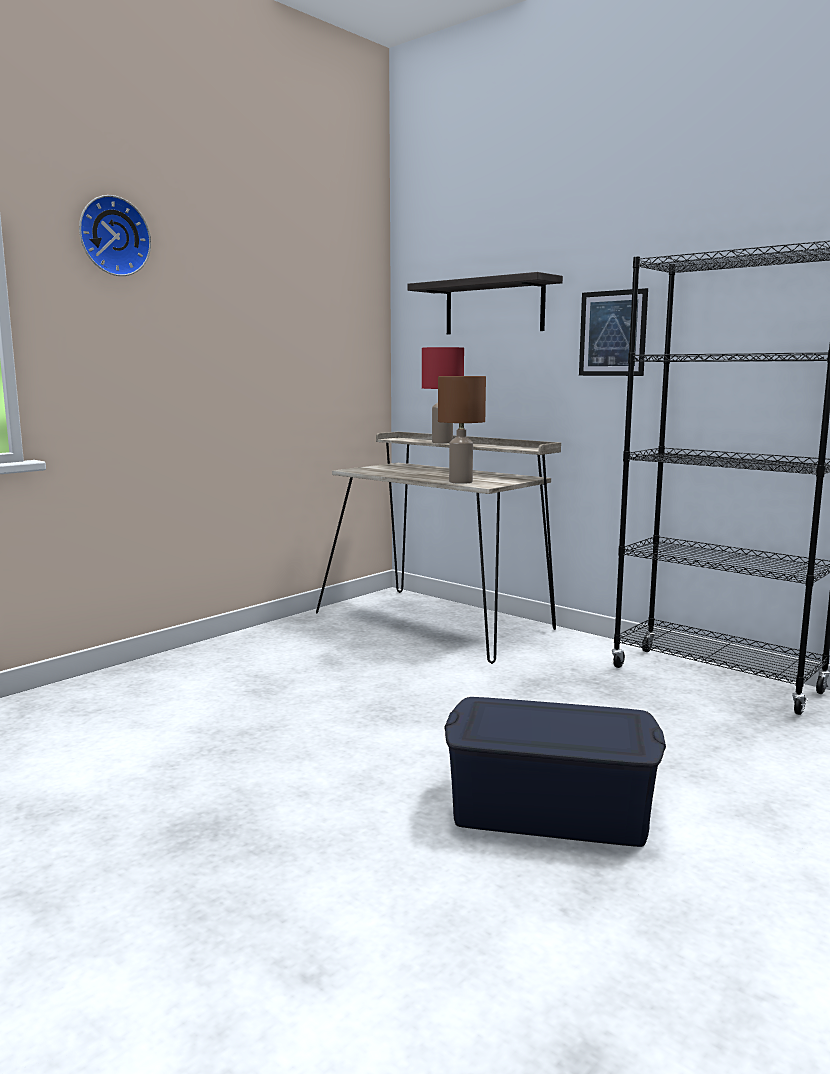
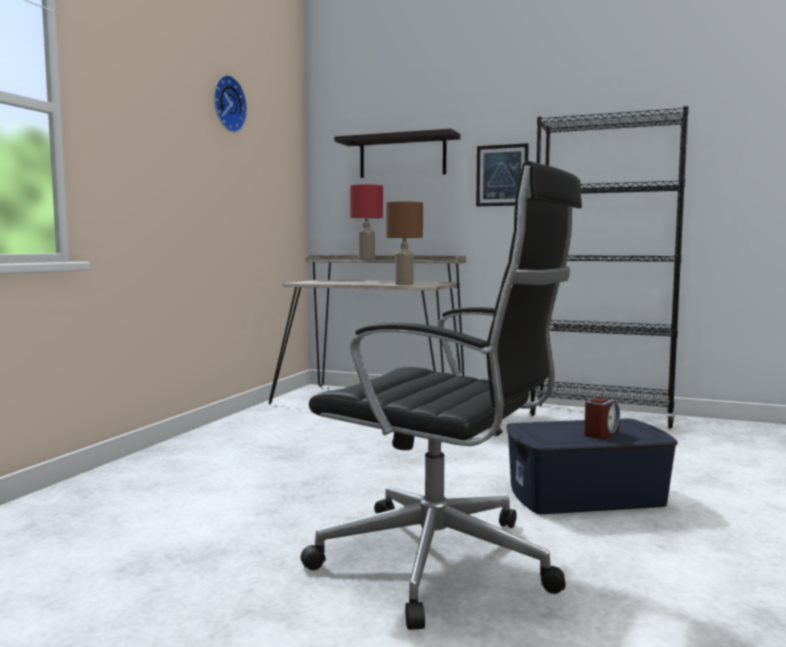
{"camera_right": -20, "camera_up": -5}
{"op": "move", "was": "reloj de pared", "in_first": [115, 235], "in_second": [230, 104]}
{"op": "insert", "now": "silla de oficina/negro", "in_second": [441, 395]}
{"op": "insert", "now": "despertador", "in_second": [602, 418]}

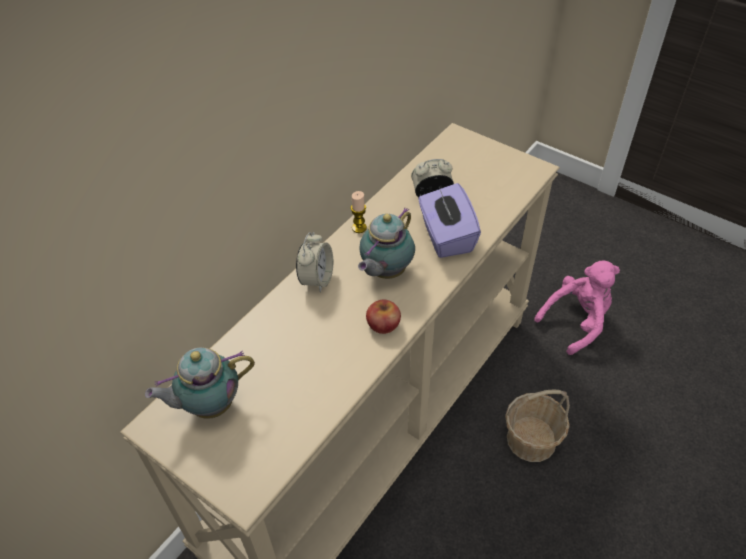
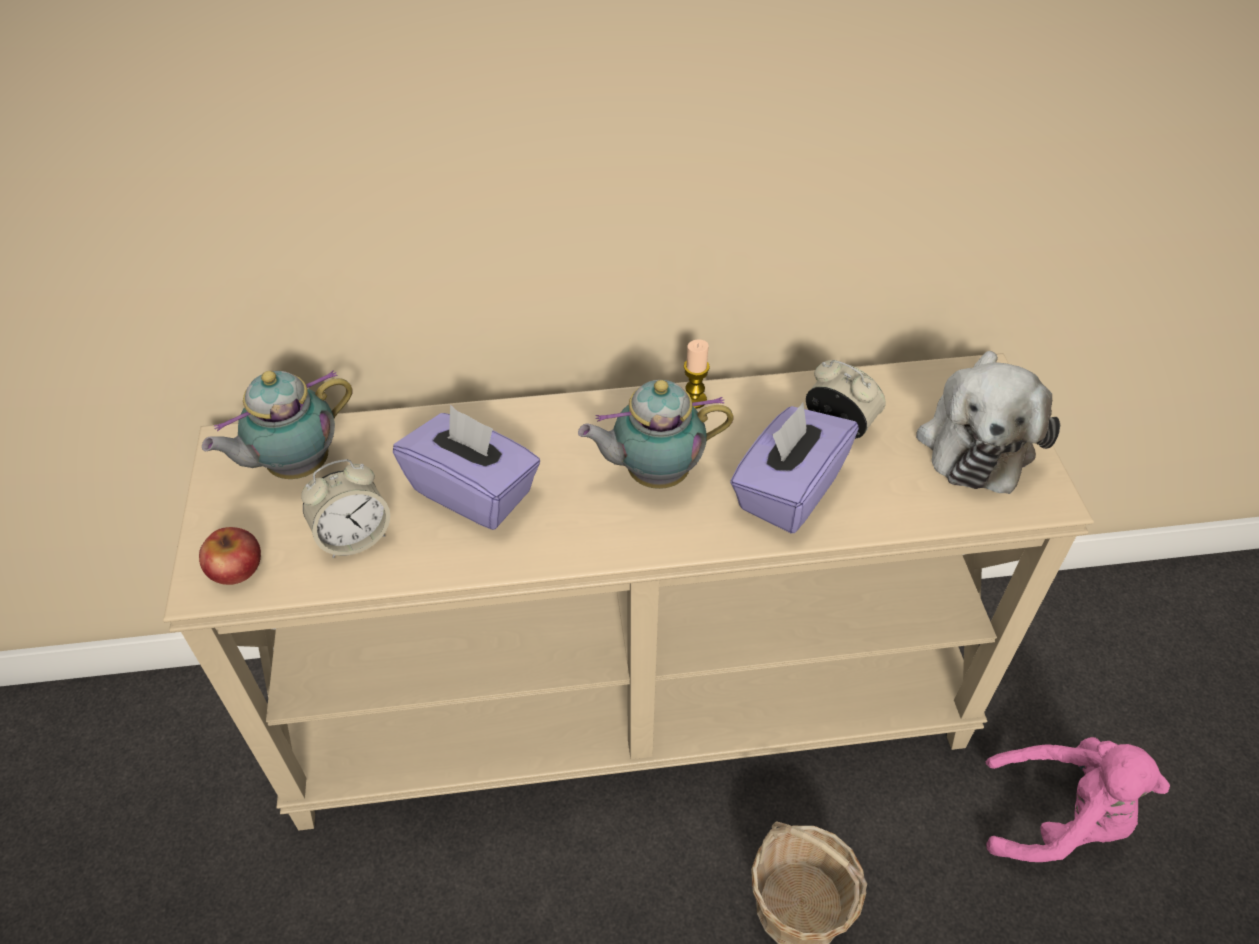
{"camera_right": 45, "camera_up": 0}
{"op": "move", "was": "despertador", "in_first": [314, 262], "in_second": [345, 508]}
{"op": "move", "was": "manzana", "in_first": [383, 316], "in_second": [230, 556]}
{"op": "rotate", "was": "tetera", "in_first": [200, 383], "in_second": [277, 424], "clockwise": -60}
{"op": "insert", "now": "peluche", "in_second": [988, 422]}
{"op": "insert", "now": "caja de pañuelos/morado", "in_second": [466, 467]}

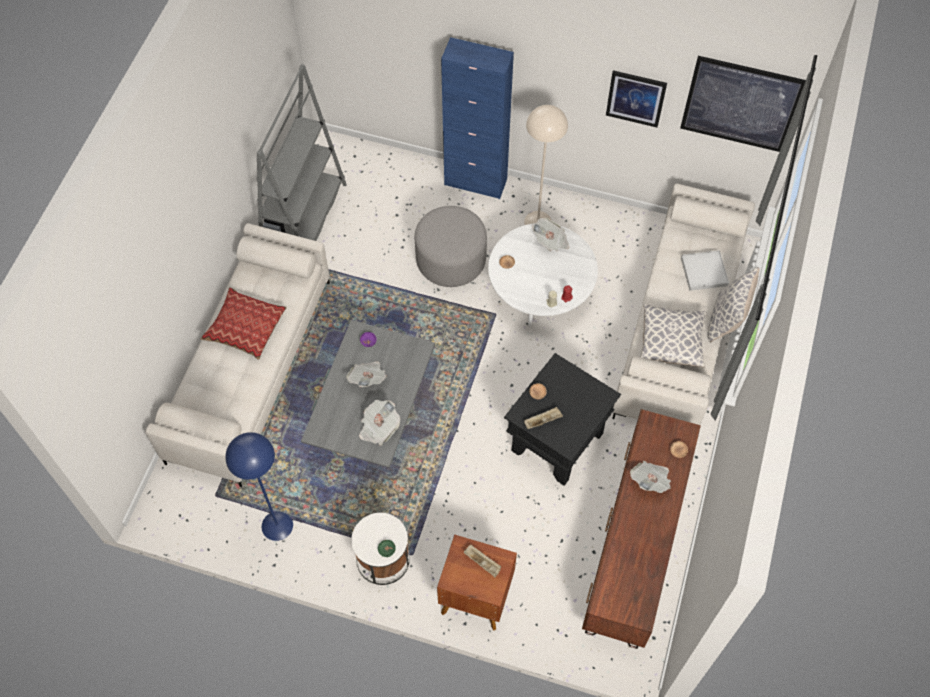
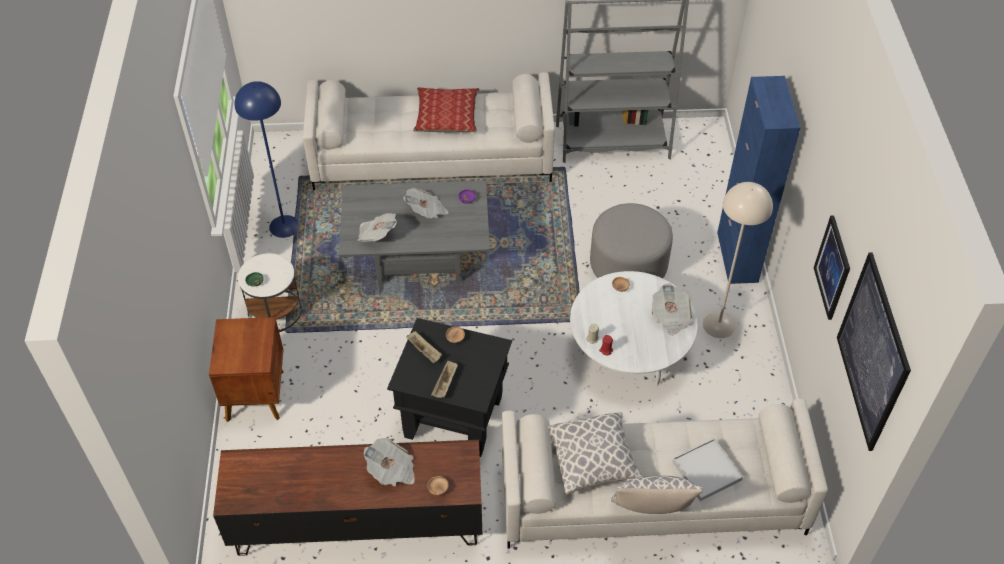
{"camera_right": 70, "camera_up": -10}
{"op": "move", "was": "bandeja/beis", "in_first": [482, 561], "in_second": [444, 379]}

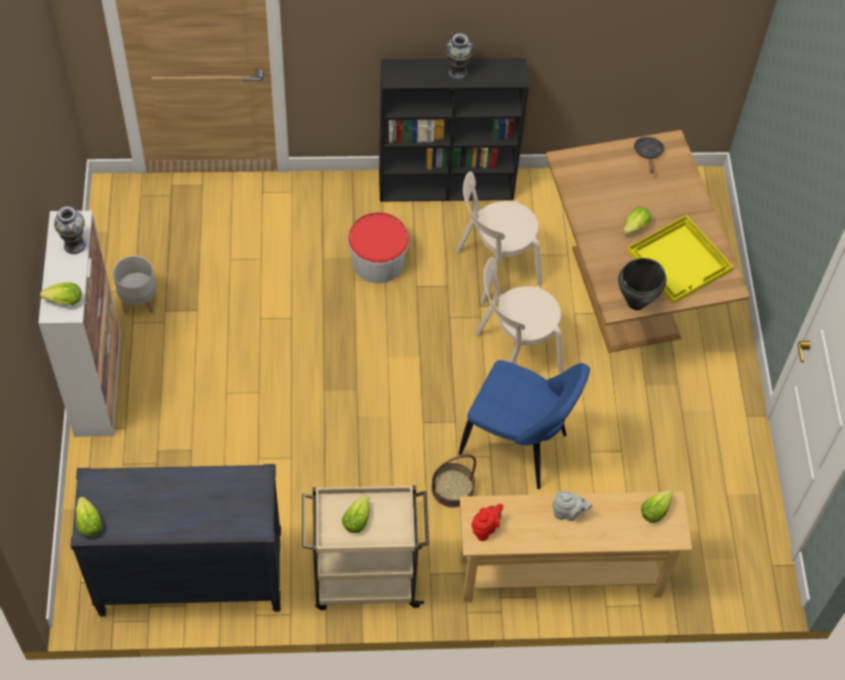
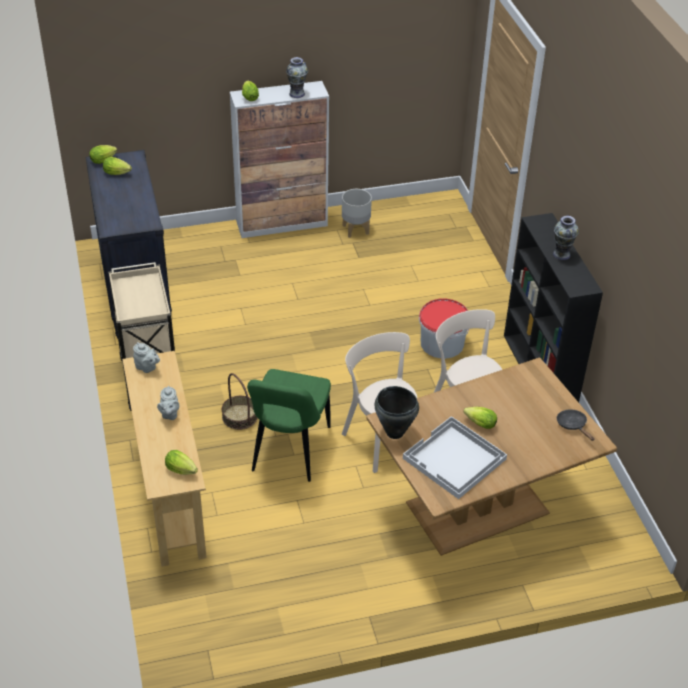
{"camera_right": 80, "camera_up": -15}
{"op": "rotate", "was": "sartén/negro", "in_first": [649, 155], "in_second": [576, 425], "clockwise": -105}
{"op": "recolor", "was": "bandeja/amarillo", "now": "bandeja/blanco", "in_first": [680, 259], "in_second": [455, 457]}
{"op": "recolor", "was": "silla/azul", "now": "silla/verde", "in_first": [524, 424], "in_second": [289, 425]}
{"op": "move", "was": "lechuga", "in_first": [355, 514], "in_second": [117, 166]}
{"op": "recolor", "was": "tetera/rojo", "now": "tetera/gris", "in_first": [488, 522], "in_second": [146, 357]}

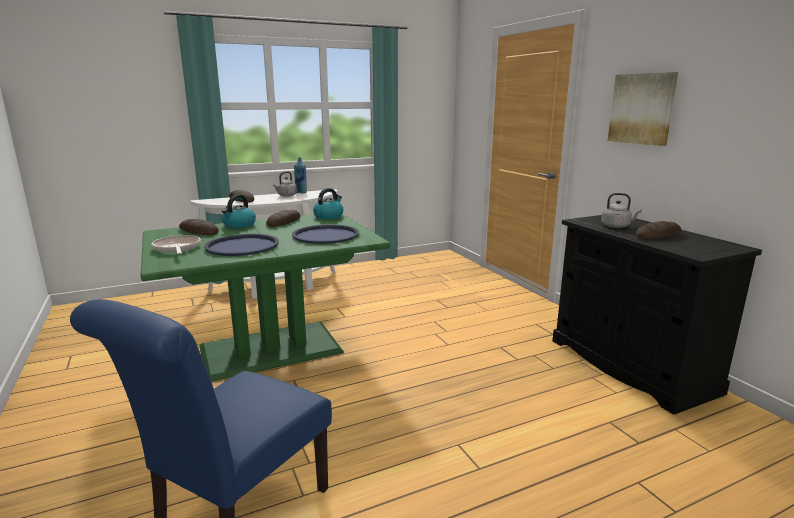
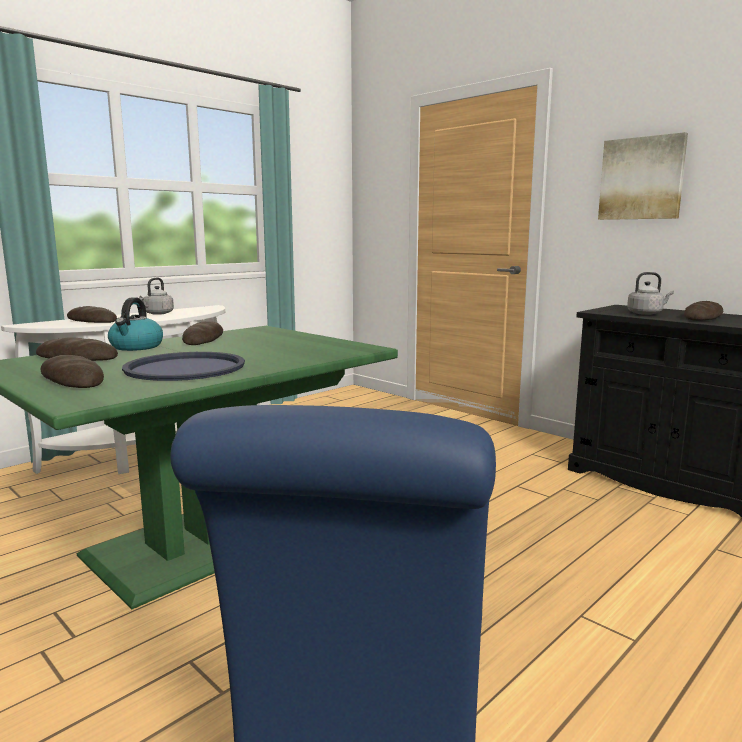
{"camera_right": -20, "camera_up": -5}
{"op": "delete", "was": "botella/azul", "in_first": [300, 175]}
{"op": "delete", "was": "hervidor", "in_first": [328, 203]}
{"op": "delete", "was": "bandeja/azul", "in_first": [325, 234]}
{"op": "replace", "was": "sartén", "now": "pan", "in_first": [176, 244], "in_second": [72, 371]}

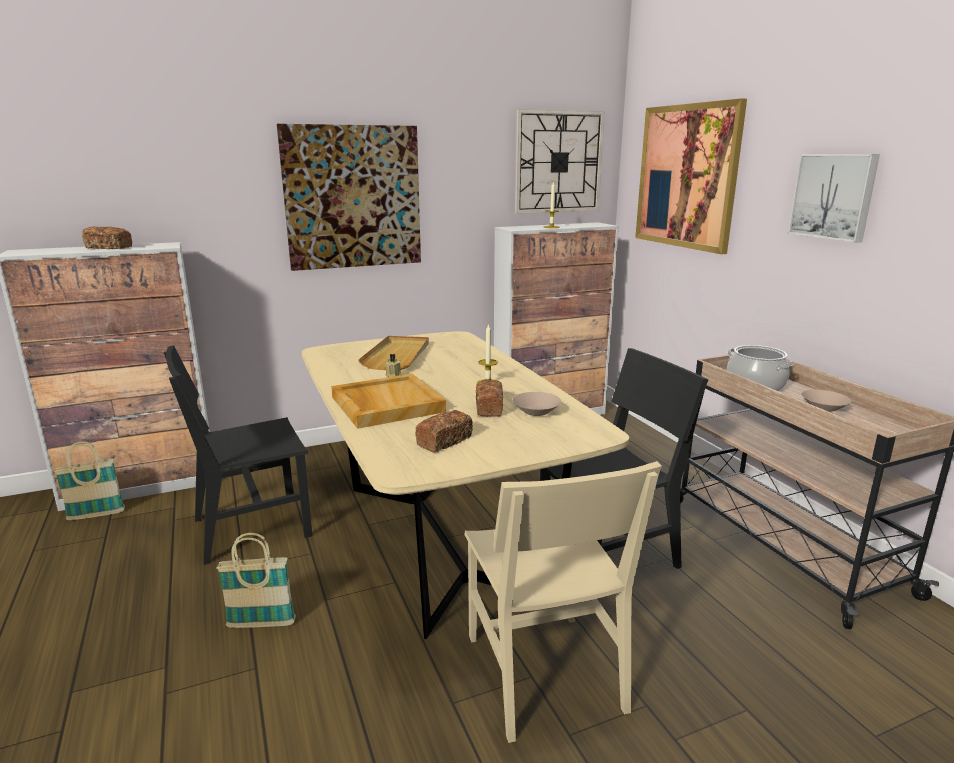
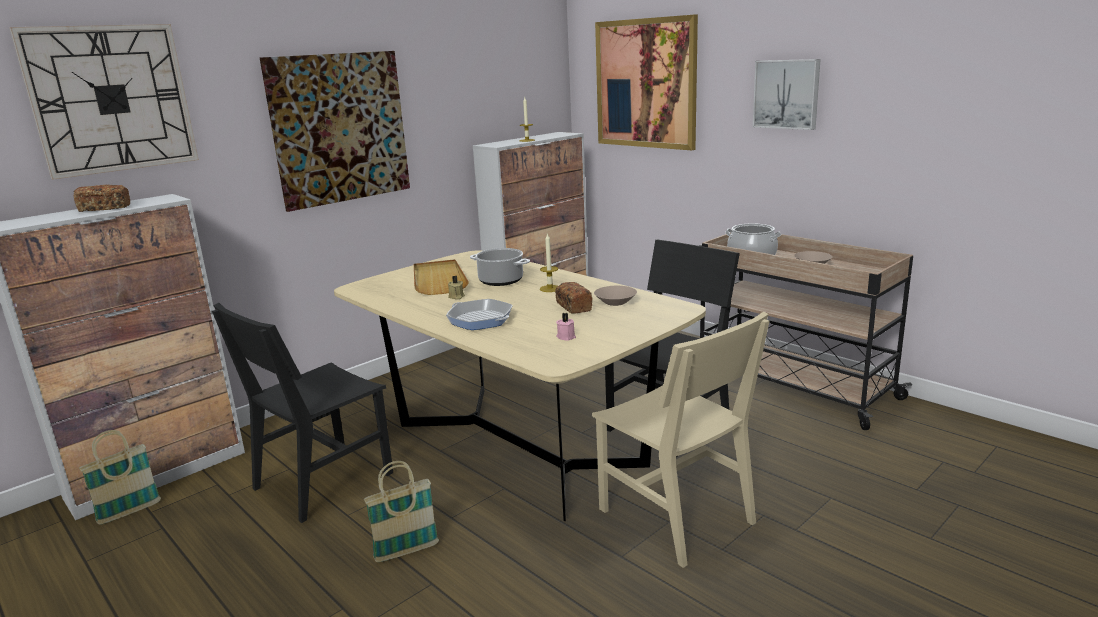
{"camera_right": -20, "camera_up": 0}
{"op": "move", "was": "reloj de pared", "in_first": [560, 161], "in_second": [104, 102]}
{"op": "replace", "was": "bandeja/beis", "now": "sartén", "in_first": [388, 401], "in_second": [479, 314]}
{"op": "replace", "was": "pan", "now": "vela/rosa", "in_first": [444, 431], "in_second": [566, 327]}
{"op": "insert", "now": "olla", "in_second": [500, 267]}

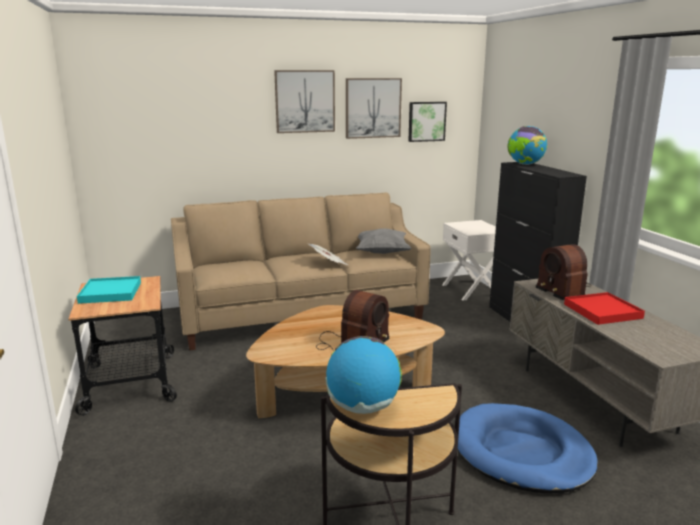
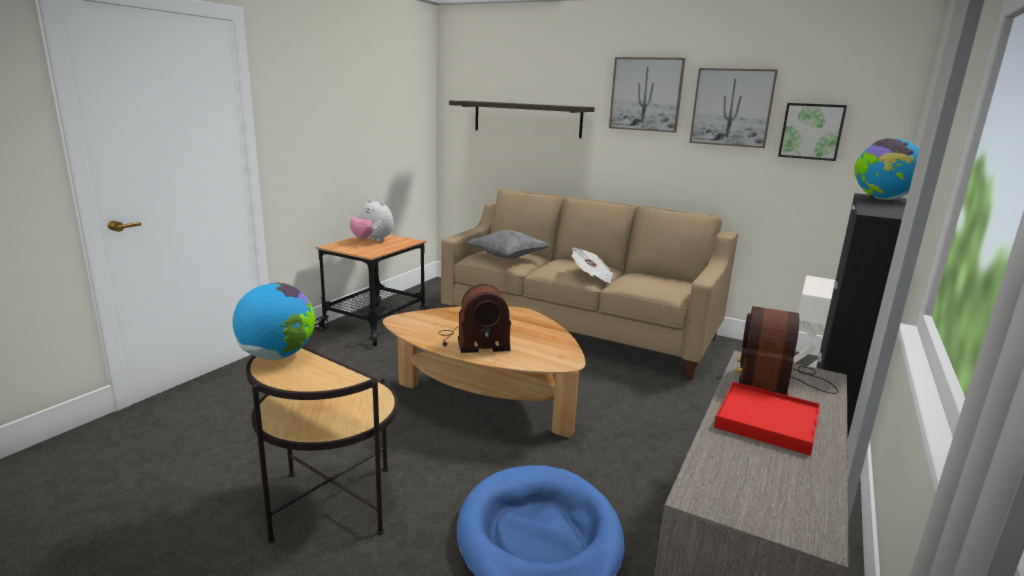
{"camera_right": 45, "camera_up": 0}
{"op": "move", "was": "cojín/gris", "in_first": [383, 241], "in_second": [509, 244]}
{"op": "replace", "was": "bandeja/turquesa", "now": "peluche", "in_first": [109, 290], "in_second": [372, 220]}
{"op": "insert", "now": "estante", "in_second": [522, 119]}

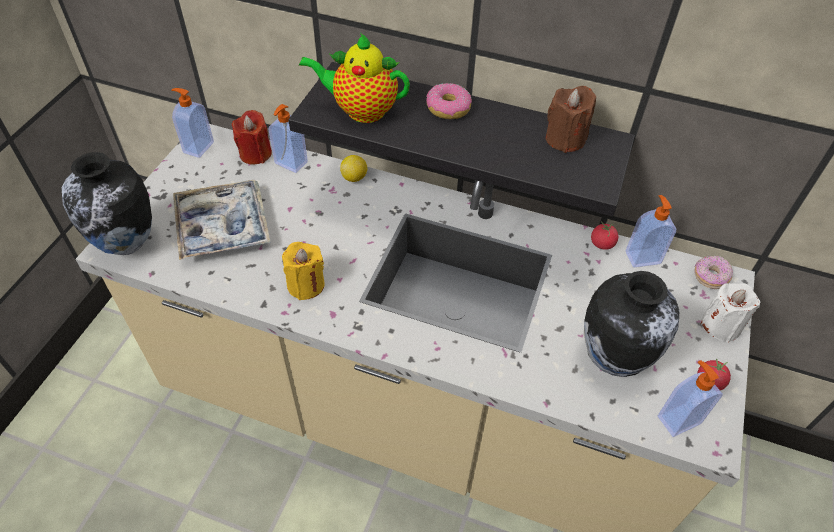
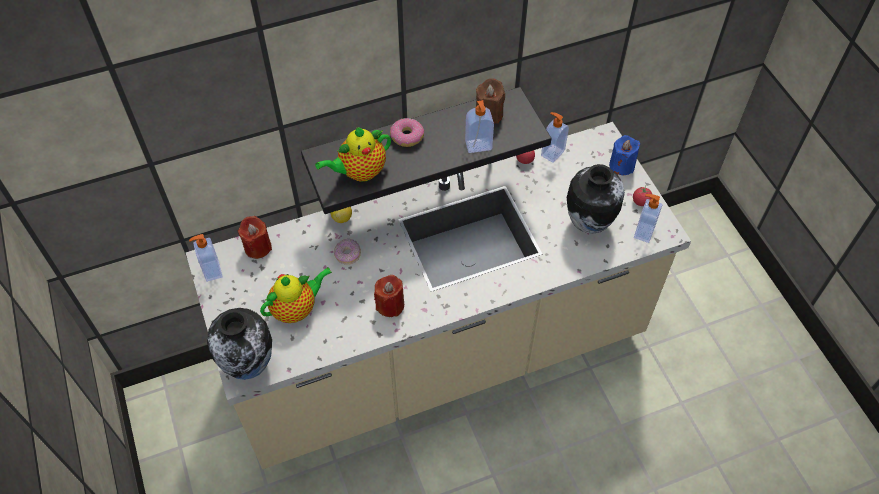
{"camera_right": -40, "camera_up": 5}
{"op": "move", "was": "dispensador de jabón", "in_first": [288, 138], "in_second": [479, 126]}
{"op": "replace", "was": "bandeja", "now": "tetera", "in_first": [222, 220], "in_second": [296, 295]}
{"op": "recolor", "was": "vela/amarillo", "now": "vela/rojo", "in_first": [303, 271], "in_second": [389, 296]}
{"op": "move", "was": "rosquilla", "in_first": [713, 272], "in_second": [347, 251]}
{"op": "recolor", "was": "vela/blanco", "now": "vela/azul", "in_first": [730, 312], "in_second": [624, 155]}

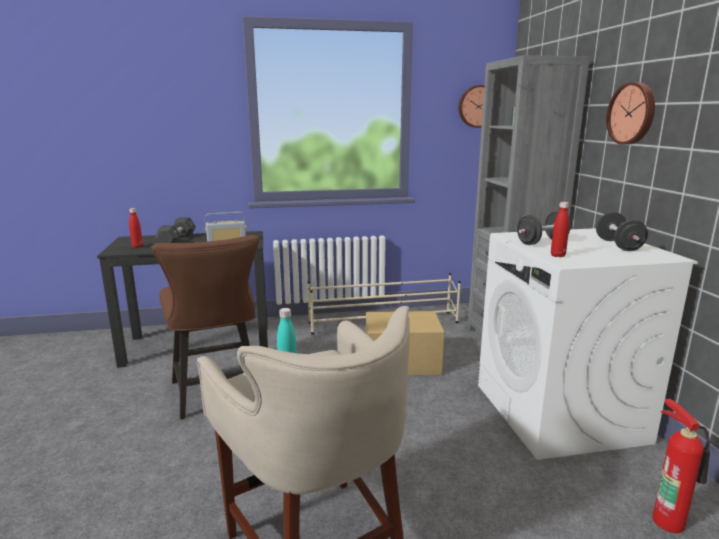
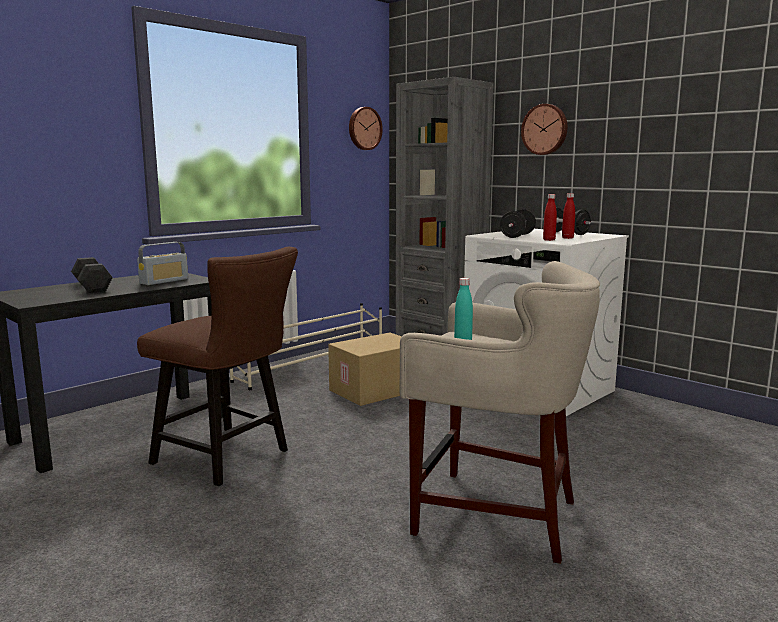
{"camera_right": -35, "camera_up": -5}
{"op": "move", "was": "botella/rojo", "in_first": [136, 228], "in_second": [568, 216]}
{"op": "delete", "was": "extintor", "in_first": [681, 466]}

